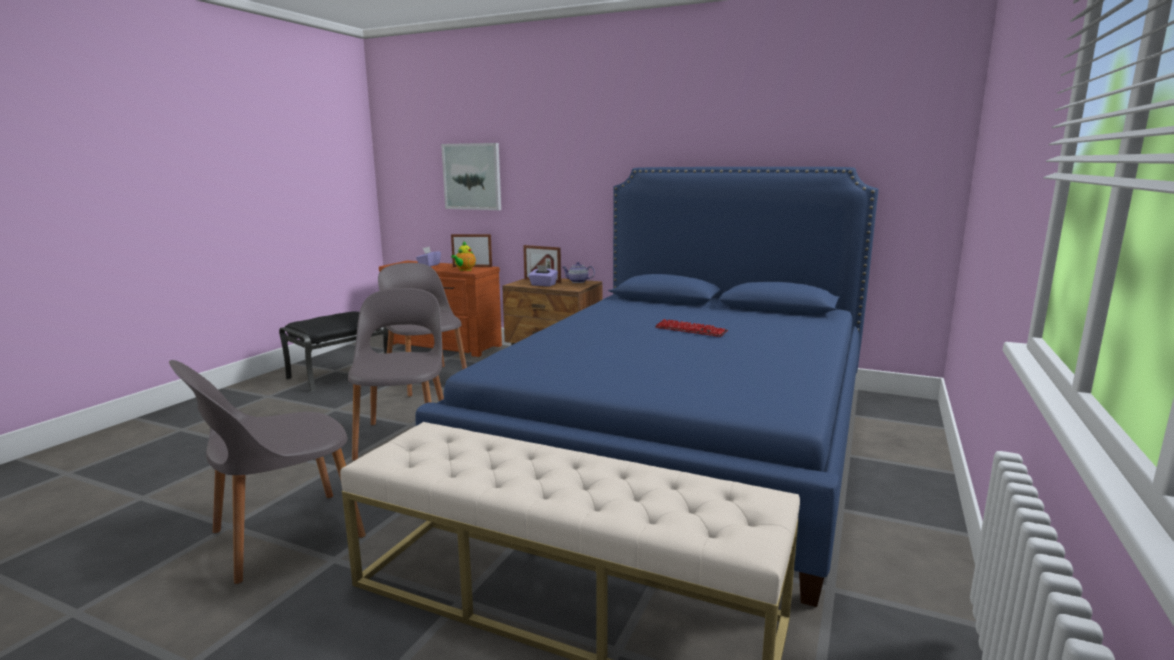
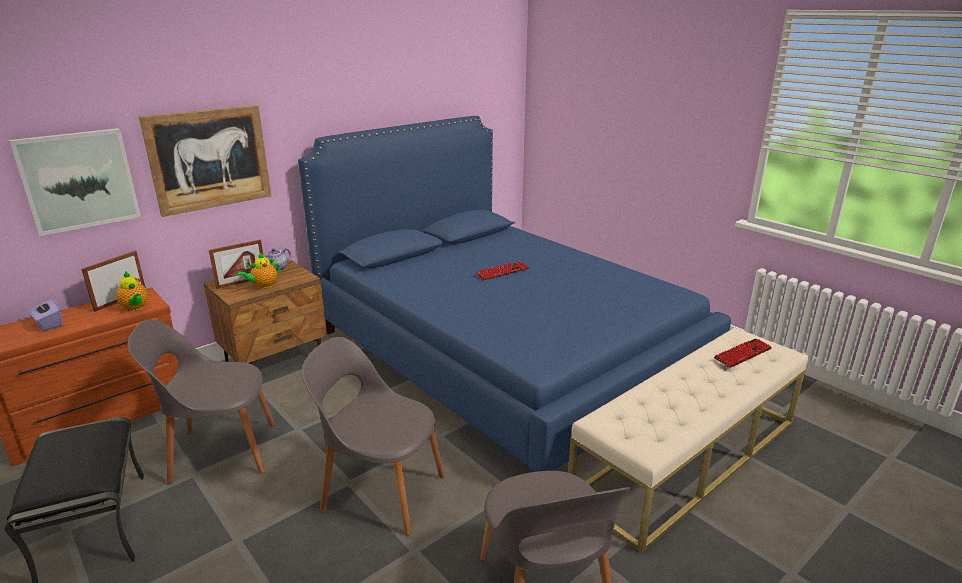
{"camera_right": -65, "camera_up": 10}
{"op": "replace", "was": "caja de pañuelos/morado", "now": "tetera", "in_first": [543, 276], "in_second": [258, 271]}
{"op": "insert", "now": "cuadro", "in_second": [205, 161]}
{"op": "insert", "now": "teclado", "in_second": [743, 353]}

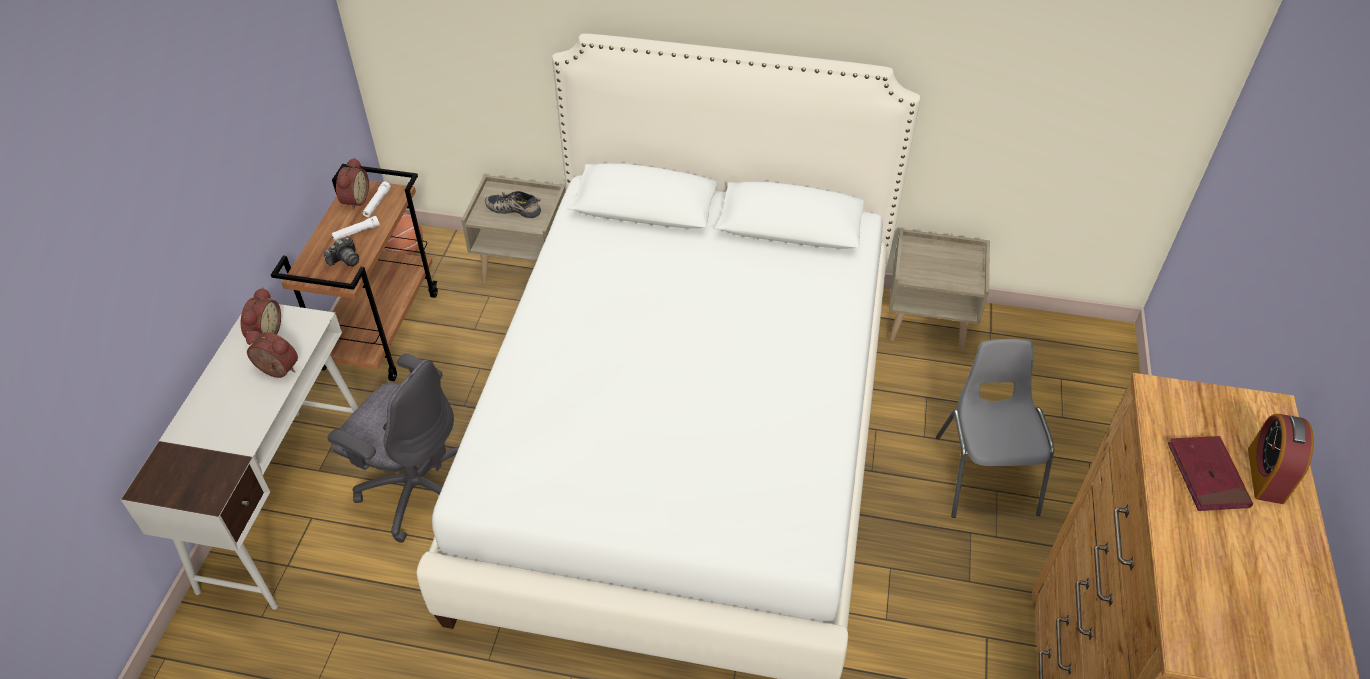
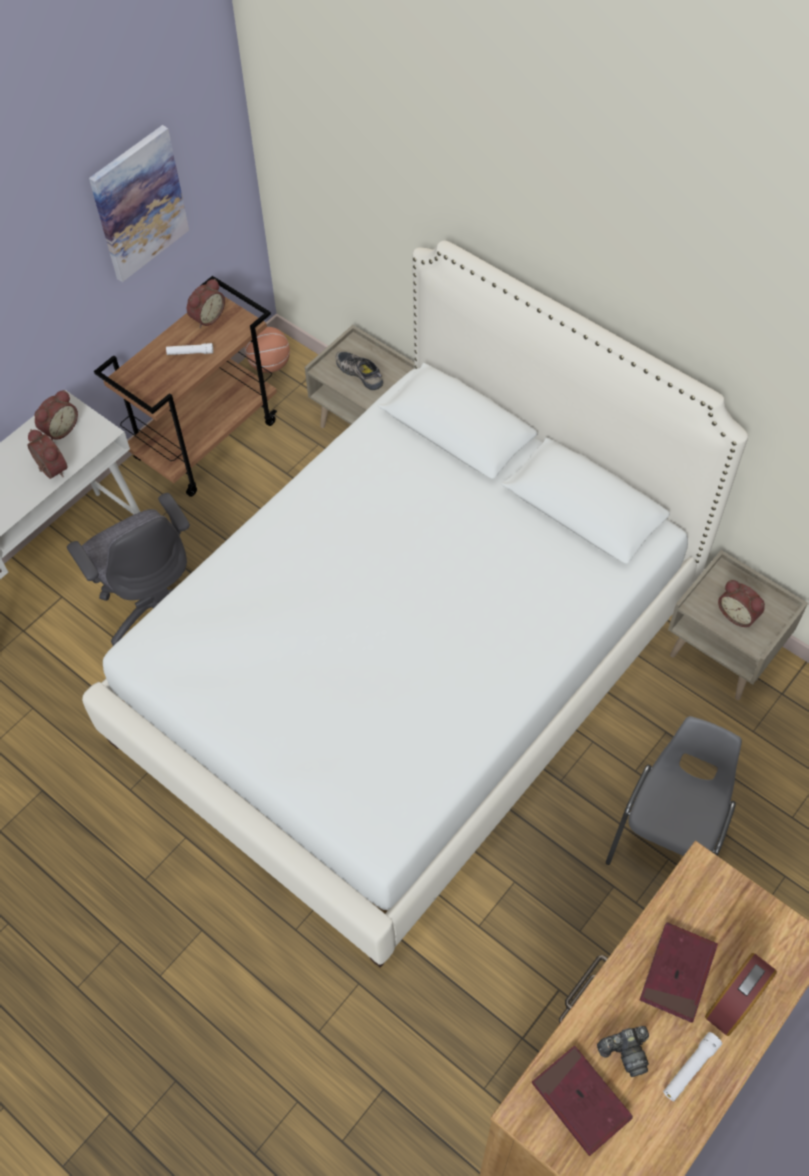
{"camera_right": 30, "camera_up": 10}
{"op": "move", "was": "linterna/blanco", "in_first": [376, 199], "in_second": [692, 1066]}
{"op": "move", "was": "cámara", "in_first": [341, 251], "in_second": [623, 1051]}
{"op": "insert", "now": "cuadro", "in_second": [139, 203]}
{"op": "insert", "now": "despertador", "in_second": [741, 603]}
{"op": "insert", "now": "libro/rojo", "in_second": [582, 1101]}

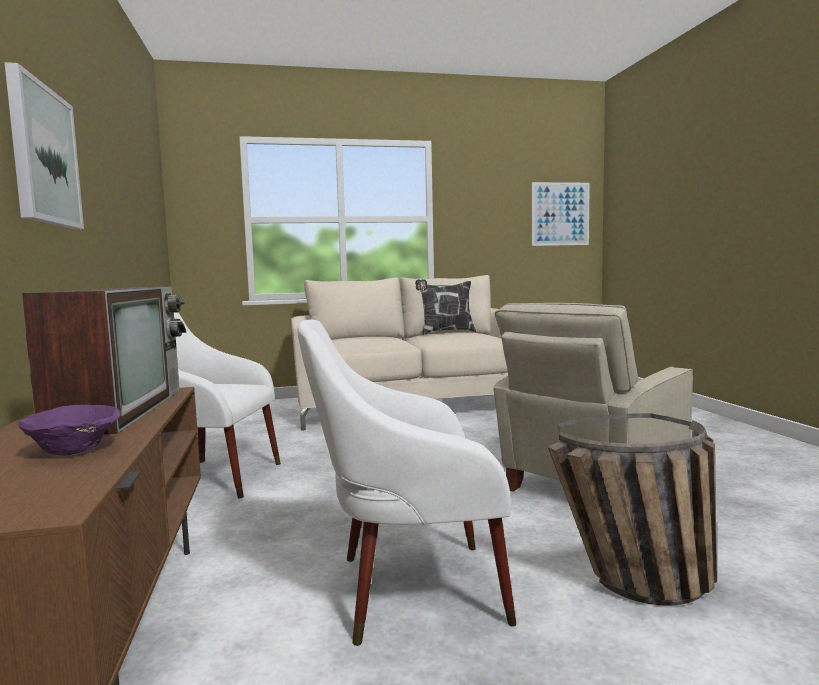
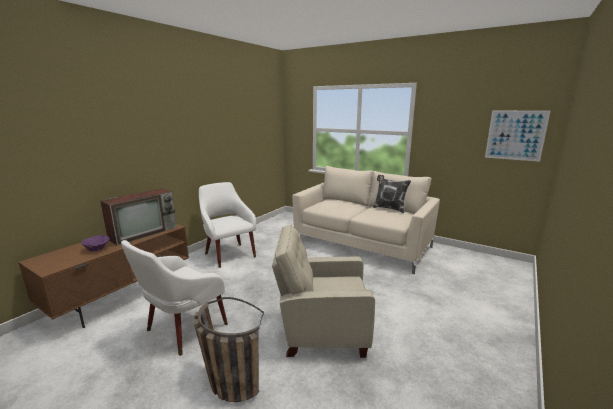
{"camera_right": 45, "camera_up": 10}
{"op": "delete", "was": "cuadro", "in_first": [44, 145]}
{"op": "rotate", "was": "sillón/blanco", "in_first": [406, 483], "in_second": [174, 298], "clockwise": -90}

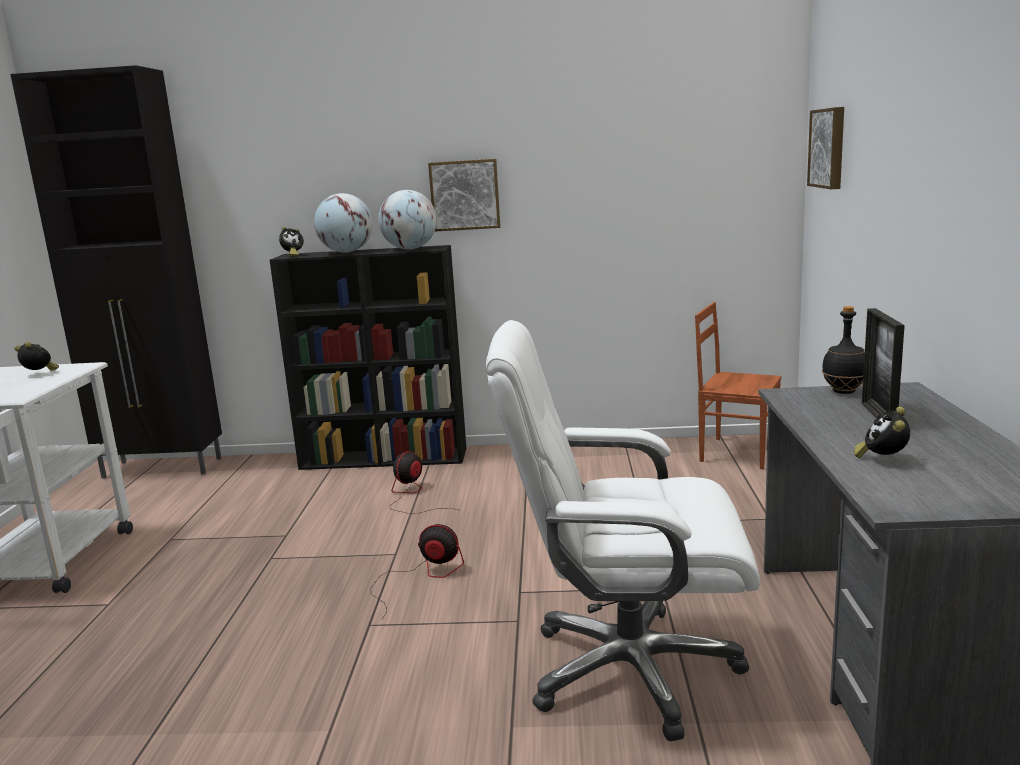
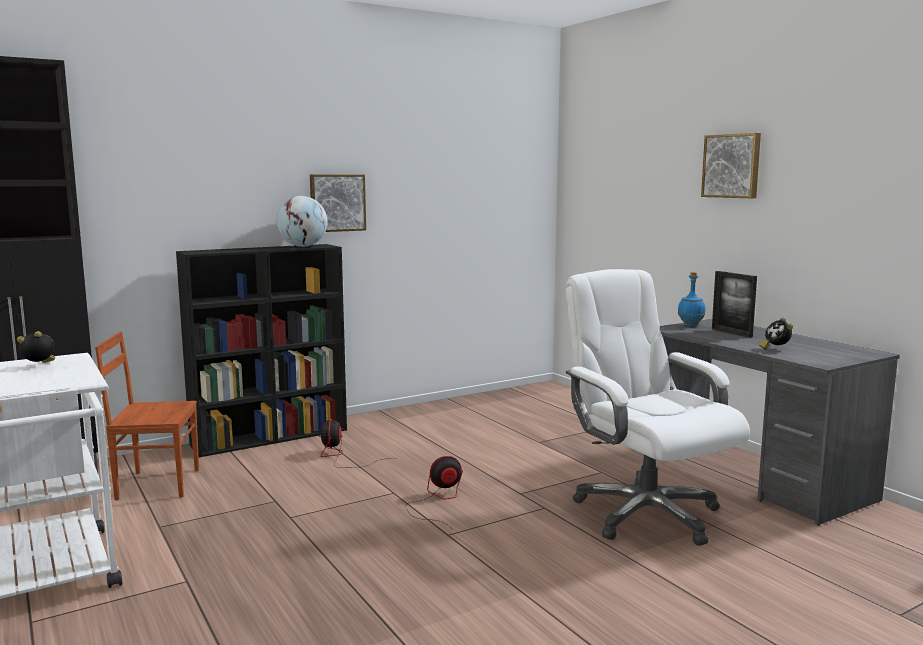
{"camera_right": -35, "camera_up": -5}
{"op": "move", "was": "cuadro", "in_first": [825, 148], "in_second": [731, 165]}
{"op": "delete", "was": "globo terráqueo", "in_first": [343, 222]}
{"op": "delete", "was": "despertador", "in_first": [291, 242]}
{"op": "move", "was": "silla/marrón", "in_first": [738, 385], "in_second": [147, 416]}
{"op": "recolor", "was": "botella/negro", "now": "botella/azul", "in_first": [843, 350], "in_second": [691, 299]}
{"op": "rotate", "was": "silla de oficina/blanco", "in_first": [623, 530], "in_second": [658, 407], "clockwise": 90}

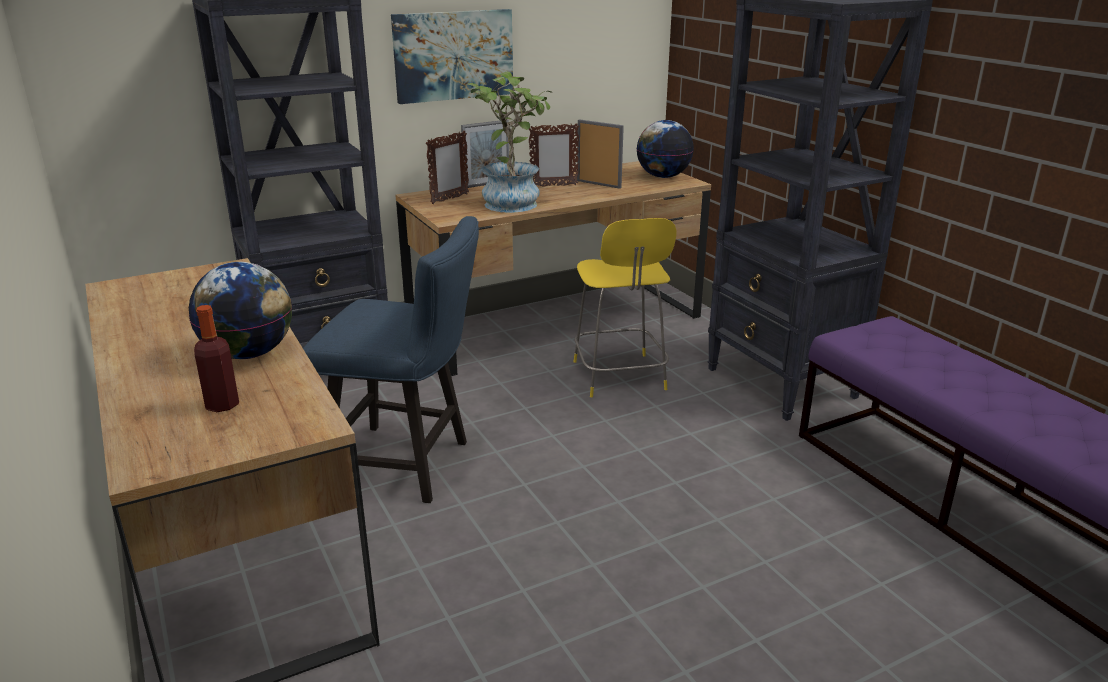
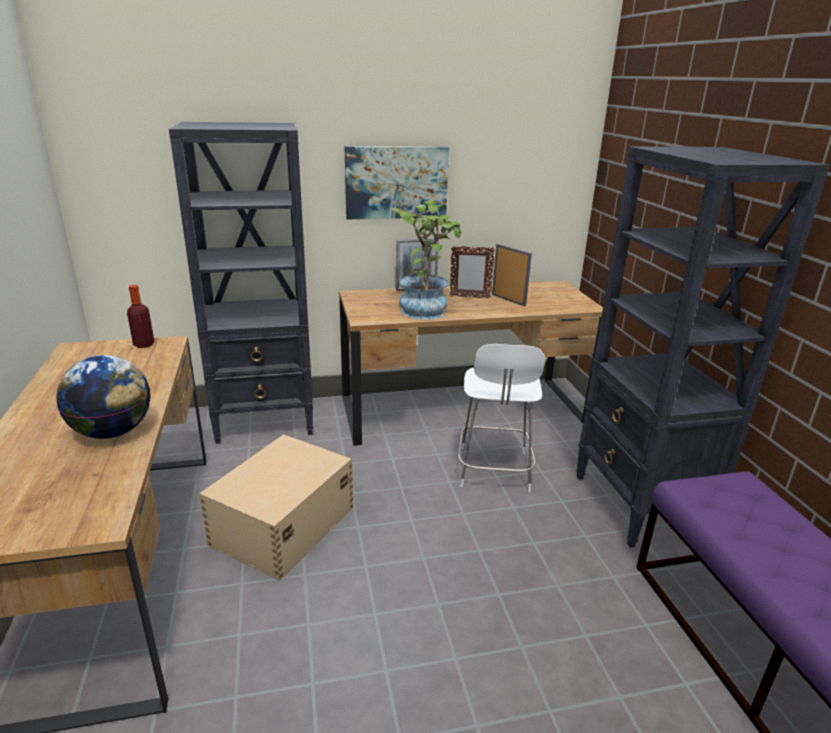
{"camera_right": 15, "camera_up": 0}
{"op": "delete", "was": "globo terráqueo", "in_first": [665, 149]}
{"op": "delete", "was": "portarretratos", "in_first": [447, 167]}
{"op": "replace", "was": "silla/azul", "now": "caja de almacenaje/beis", "in_first": [391, 359], "in_second": [276, 507]}
{"op": "recolor", "was": "silla/amarillo", "now": "silla/blanco", "in_first": [625, 307], "in_second": [501, 418]}
{"op": "move", "was": "botella", "in_first": [216, 358], "in_second": [141, 316]}

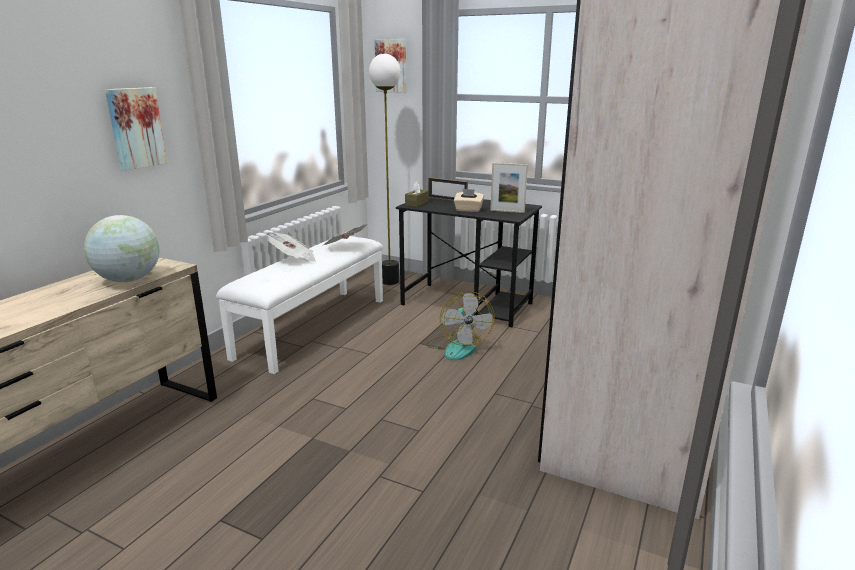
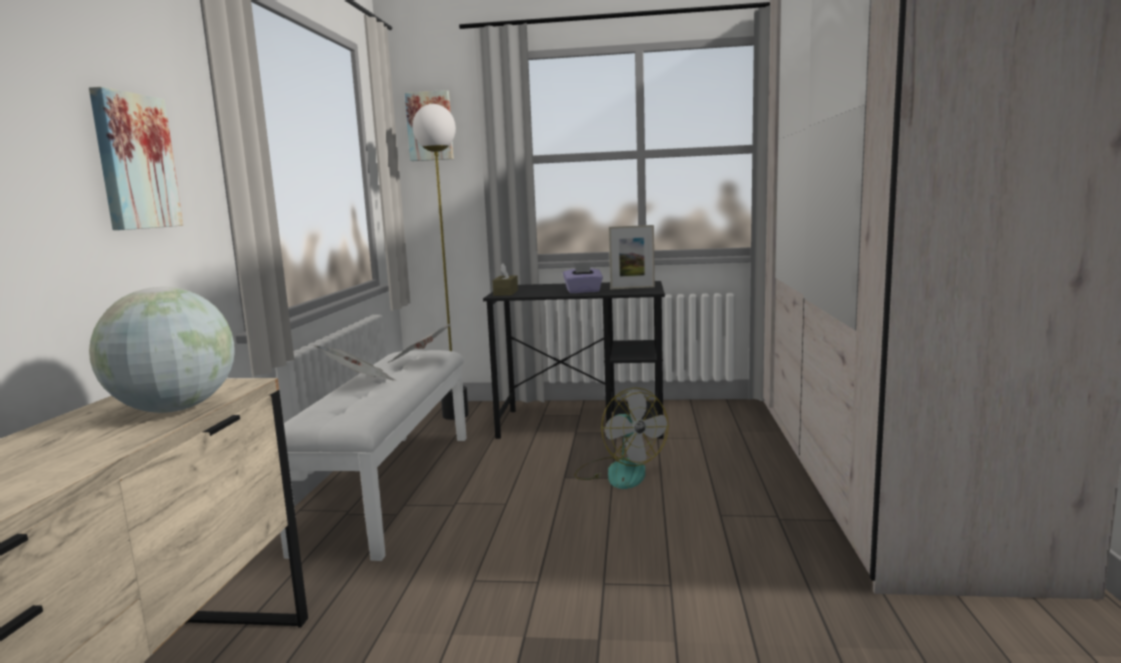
{"camera_right": -20, "camera_up": -10}
{"op": "delete", "was": "portarretratos", "in_first": [448, 189]}
{"op": "recolor", "was": "caja de pañuelos/beis", "now": "caja de pañuelos/morado", "in_first": [469, 200], "in_second": [583, 278]}

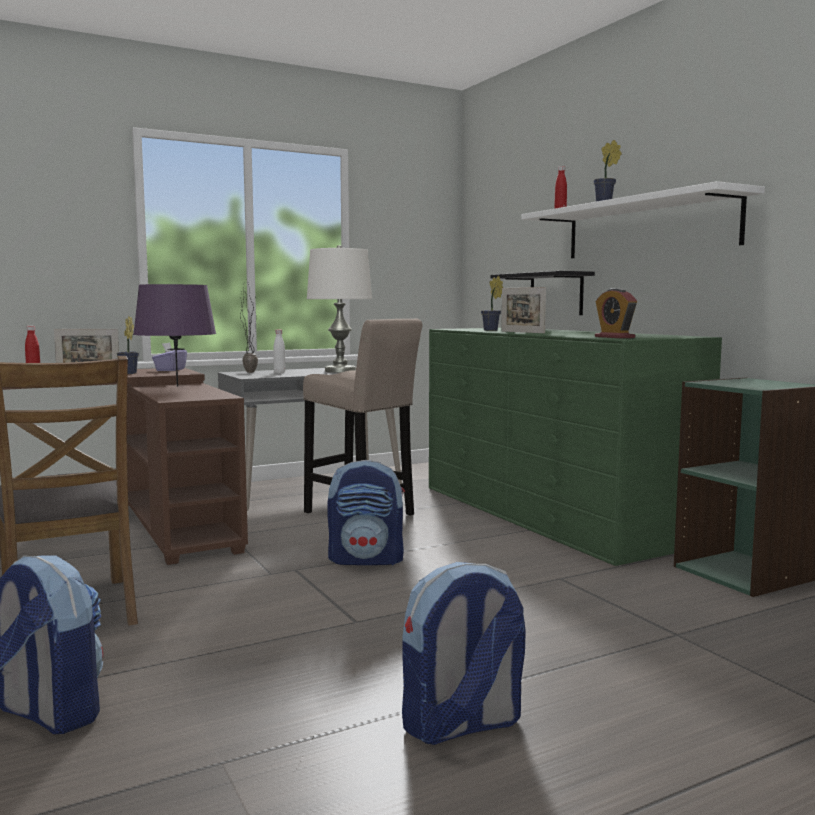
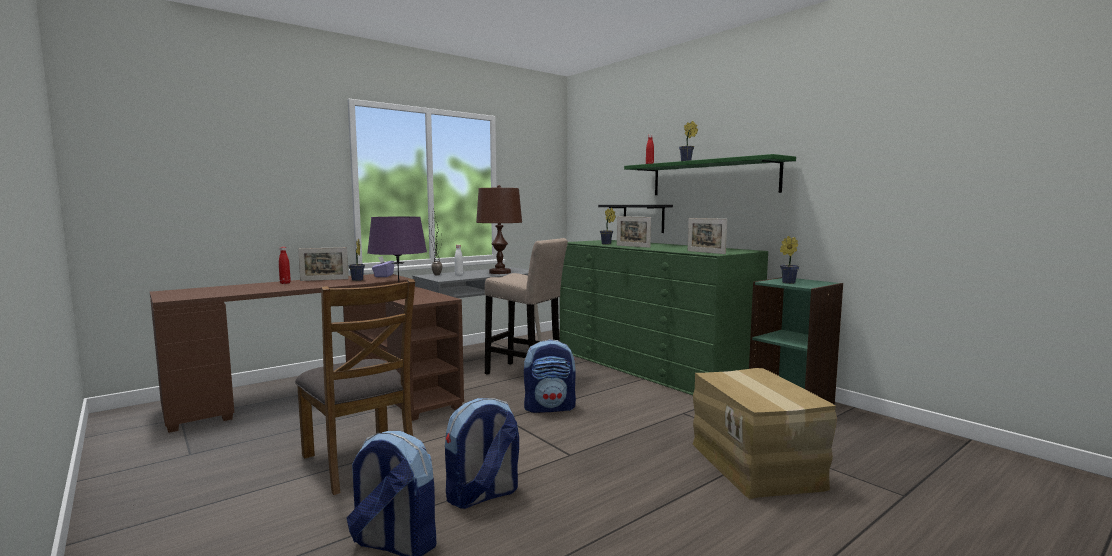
{"camera_right": -10, "camera_up": 0}
{"op": "recolor", "was": "estante/blanco", "now": "estante/verde", "in_first": [643, 219], "in_second": [710, 174]}
{"op": "recolor", "was": "lámpara de mesa/blanco", "now": "lámpara de mesa/marrón", "in_first": [339, 309], "in_second": [499, 229]}
{"op": "replace", "was": "despertador", "now": "portarretratos", "in_first": [616, 313], "in_second": [707, 236]}
{"op": "move", "was": "mochila", "in_first": [464, 653], "in_second": [482, 453]}
{"op": "insert", "now": "planta en maceta", "in_second": [789, 260]}
{"op": "insert", "now": "caja de cartón", "in_second": [765, 433]}

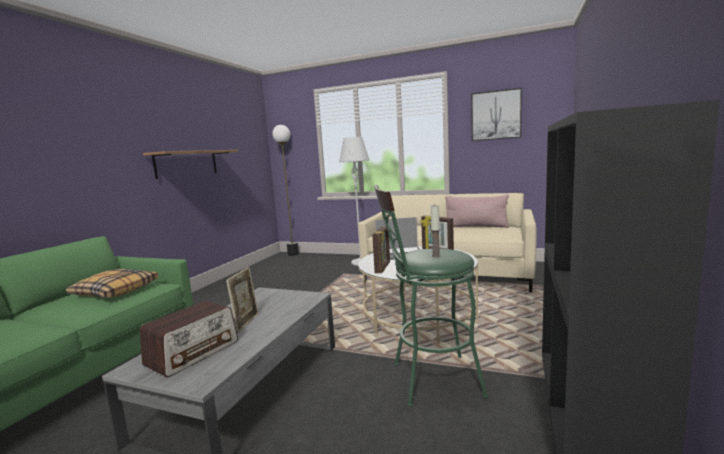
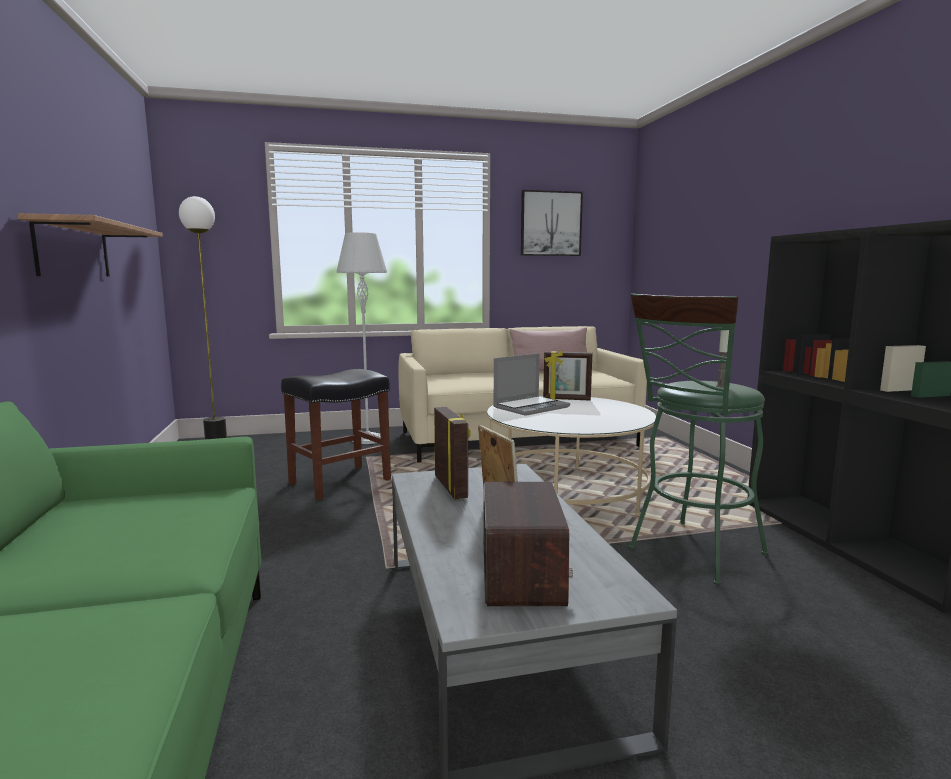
{"camera_right": -35, "camera_up": 0}
{"op": "move", "was": "portarretratos", "in_first": [381, 249], "in_second": [452, 453]}
{"op": "delete", "was": "cojín", "in_first": [112, 283]}
{"op": "insert", "now": "taburete/negro", "in_second": [336, 434]}

